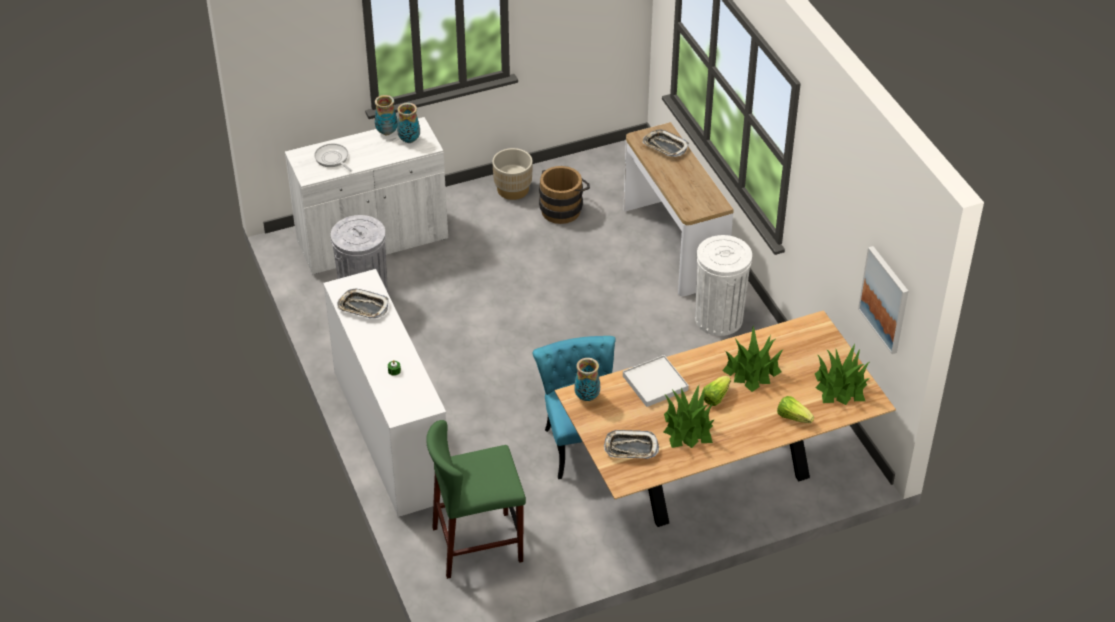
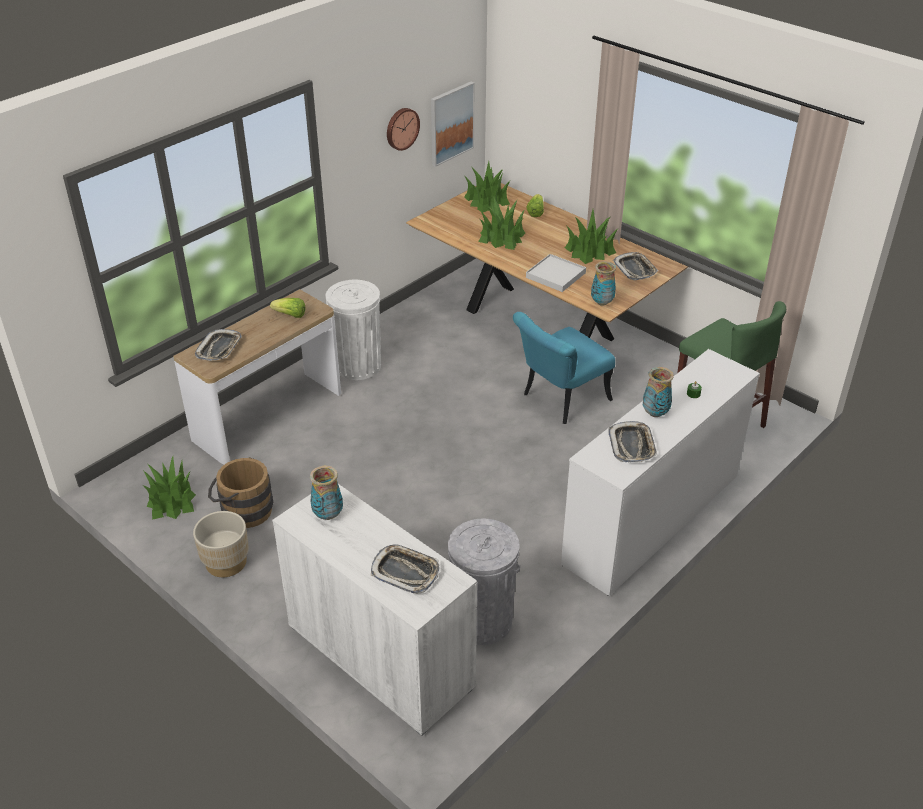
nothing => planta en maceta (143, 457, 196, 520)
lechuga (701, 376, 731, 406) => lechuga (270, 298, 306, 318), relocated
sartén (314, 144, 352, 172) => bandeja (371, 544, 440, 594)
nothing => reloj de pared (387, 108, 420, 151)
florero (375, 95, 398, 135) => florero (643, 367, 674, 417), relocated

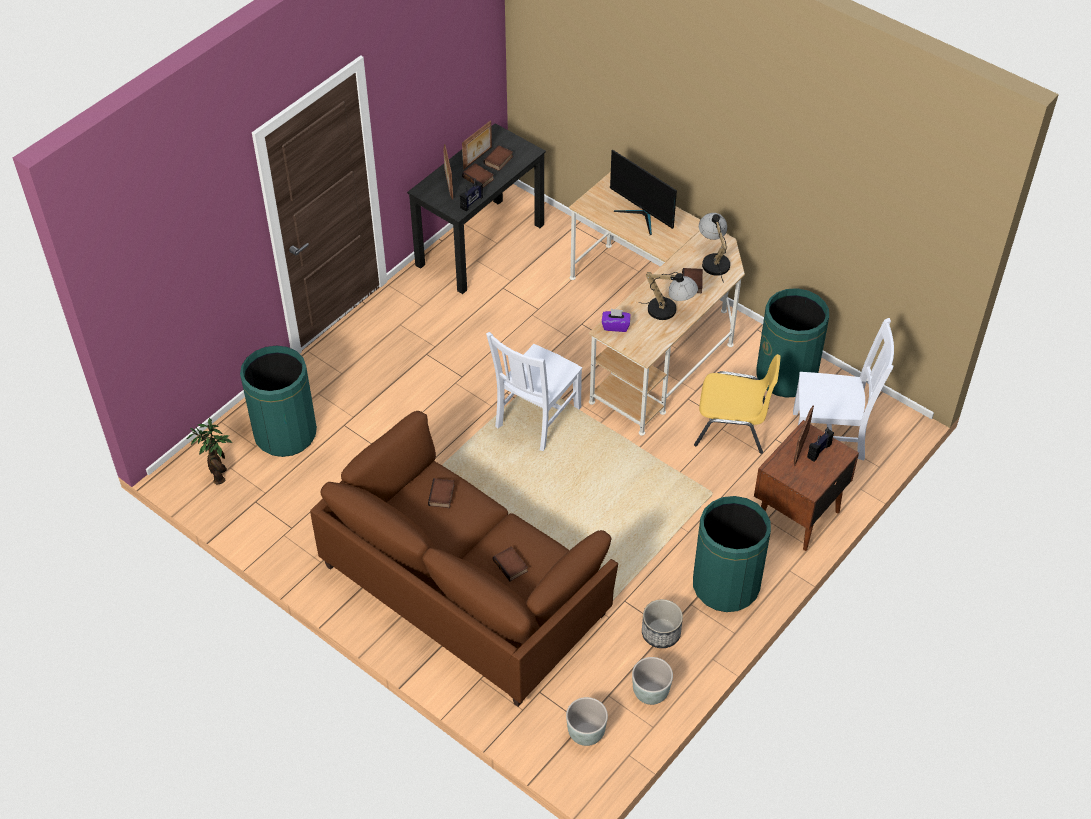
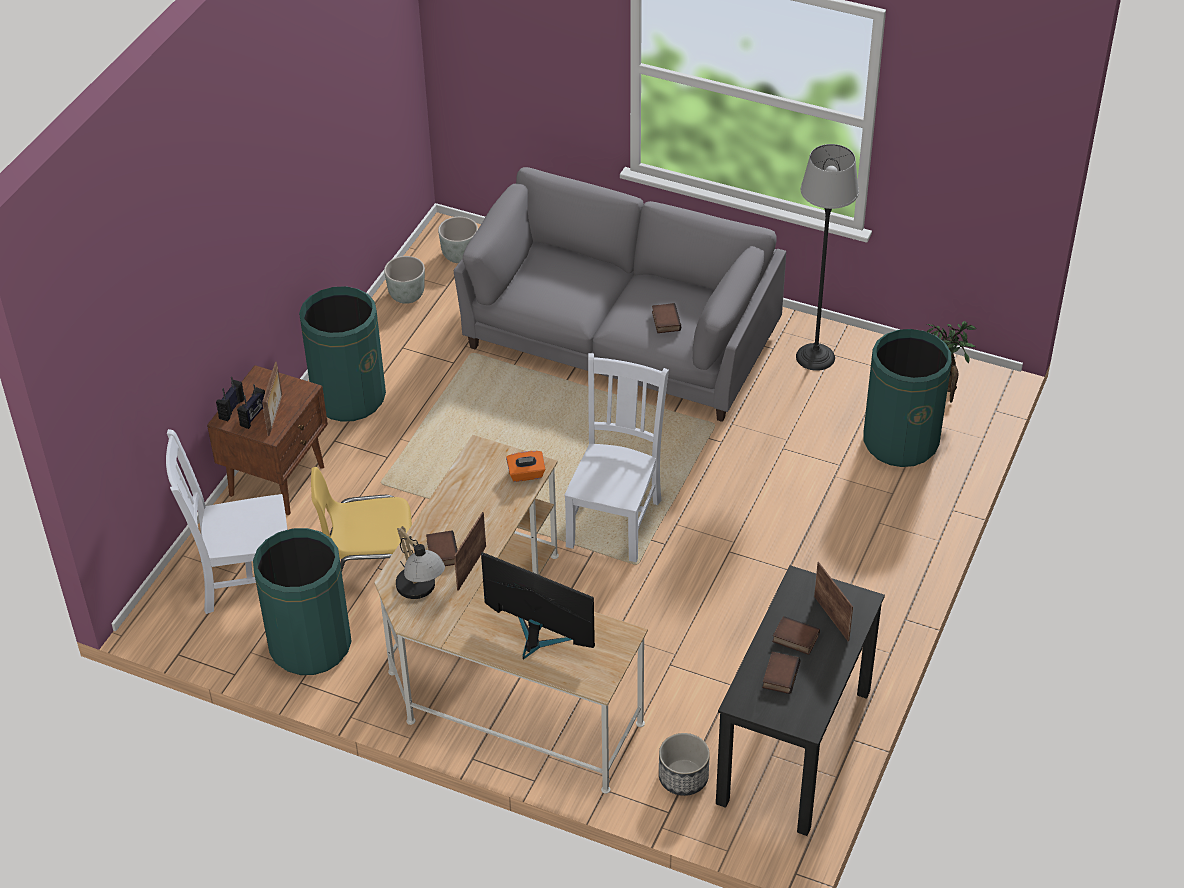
radio (460, 179, 483, 211) => radio (216, 377, 244, 421), relocated
sofá/marrón (310, 411, 618, 707) => sofá/gris (454, 167, 786, 422)
portarretratos (462, 120, 492, 169) => portarretratos (454, 512, 486, 591), relocated
caja de pañuelos/morado (602, 309, 631, 332) => caja de pañuelos/naranja (506, 451, 546, 482)
maceta (642, 599, 683, 648) => maceta (659, 733, 710, 796), relocated
nothing => lámpara de pie (796, 144, 859, 371)
libro (493, 546, 528, 581) => nothing
lámpara de mesa (639, 272, 698, 320) => nothing

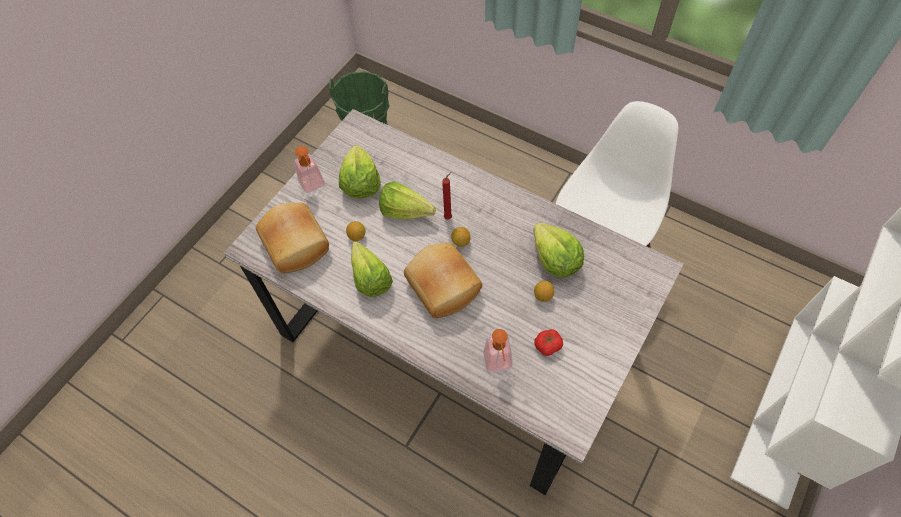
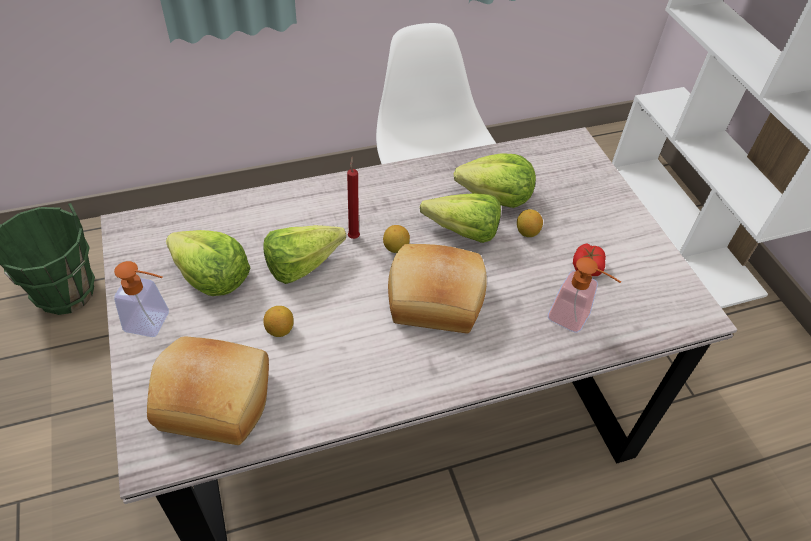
lechuga (351, 241, 393, 297) => lechuga (420, 193, 501, 243), relocated

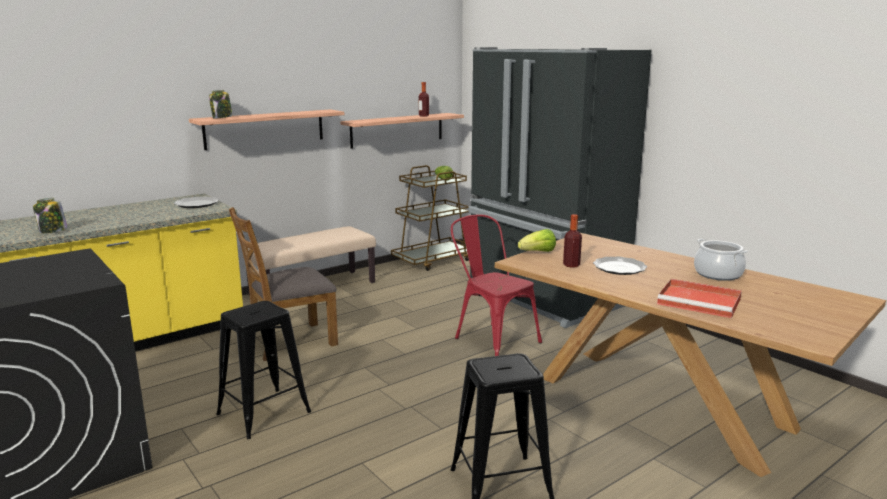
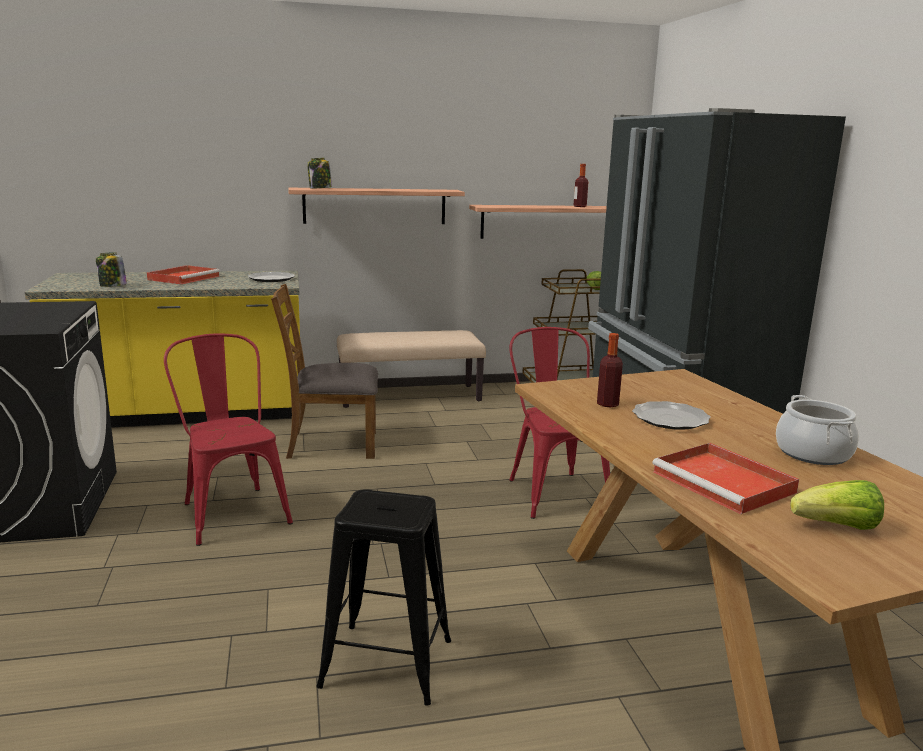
nothing => bandeja/rojo (147, 265, 220, 284)
taburete/negro (216, 301, 311, 439) => silla/rojo (164, 333, 293, 546)
lechuga (518, 229, 556, 252) => lechuga (790, 480, 884, 530), relocated

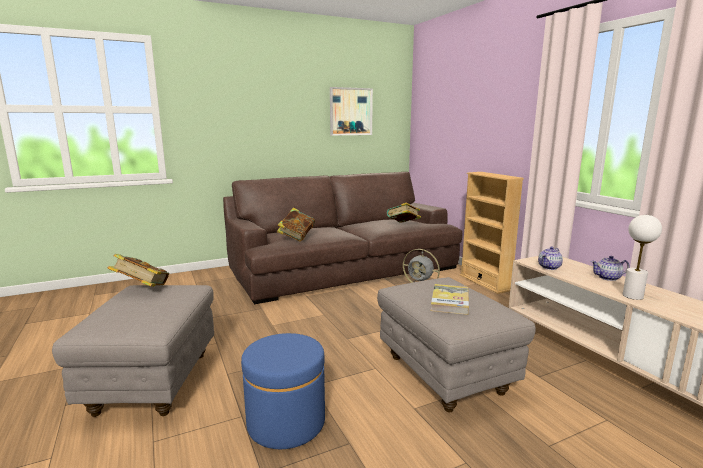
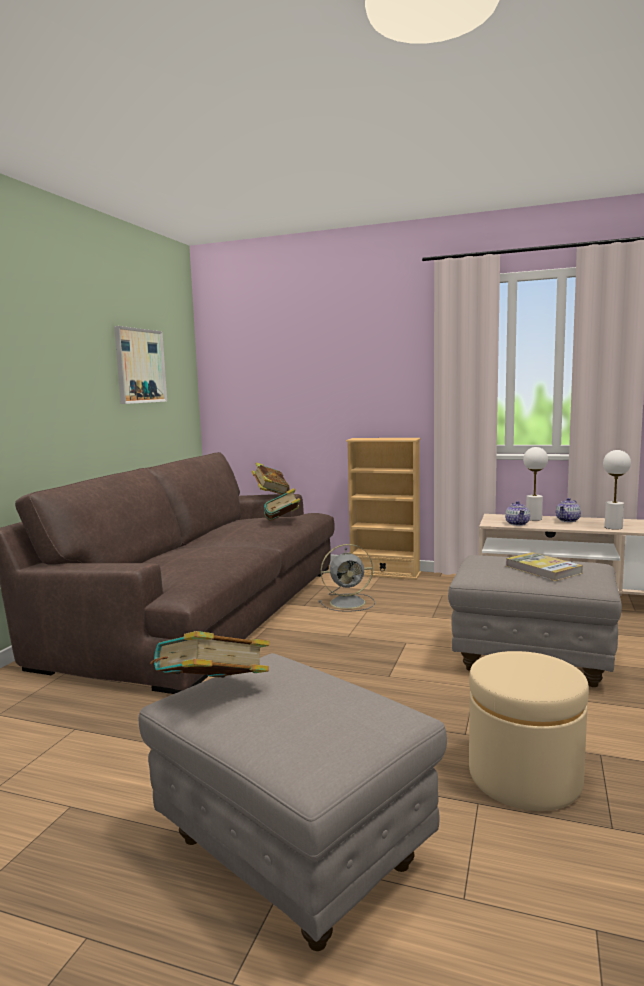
libro (277, 208, 315, 241) => libro (252, 462, 290, 495), relocated
puf/azul (241, 333, 325, 449) => puf/beis (469, 651, 589, 811)
nothing => lámpara de mesa/blanco (523, 447, 548, 521)

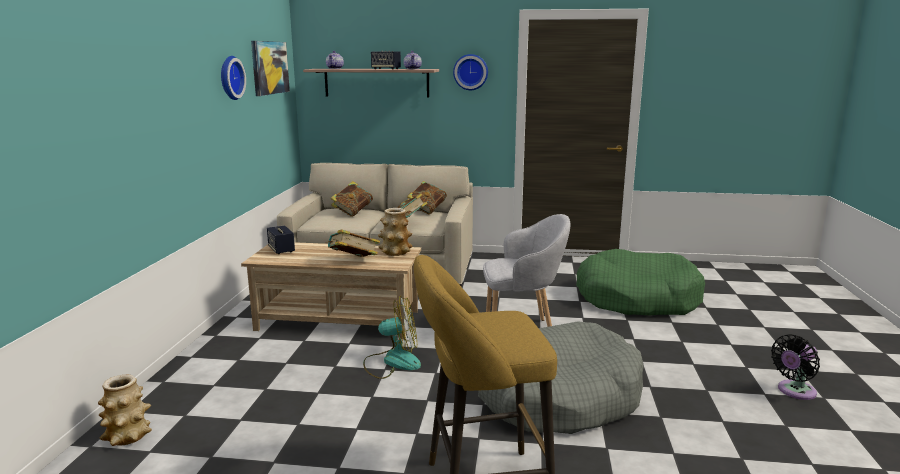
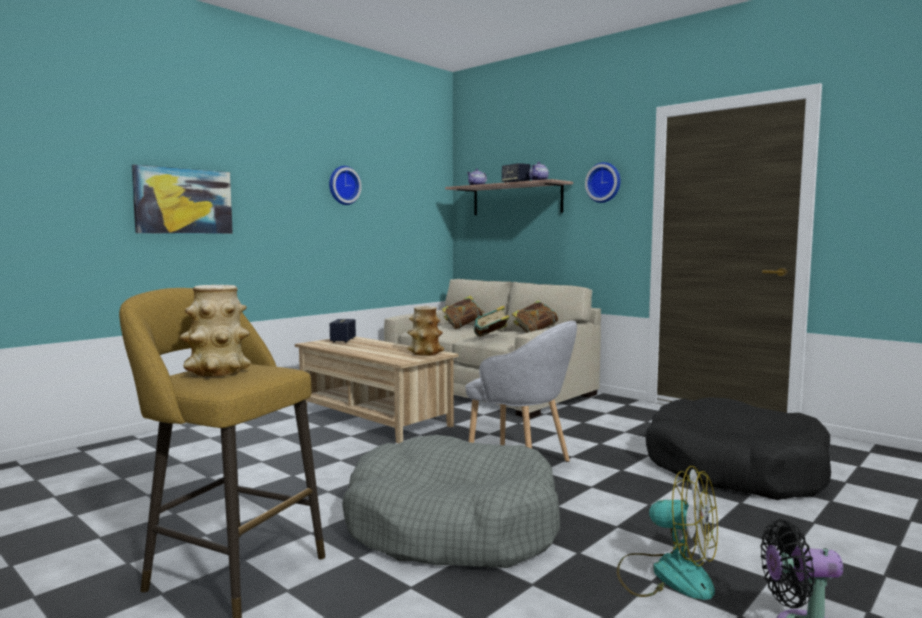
cuadro (251, 41, 290, 96) => cuadro (131, 164, 233, 234), relocated
florero (98, 375, 152, 446) => florero (180, 285, 251, 377), relocated
ventilador (363, 296, 421, 379) => ventilador (617, 466, 718, 600), relocated
cama para perro/verde (576, 249, 705, 316) => cama para perro/negro (645, 397, 831, 500)
libro (325, 229, 380, 257) => nothing

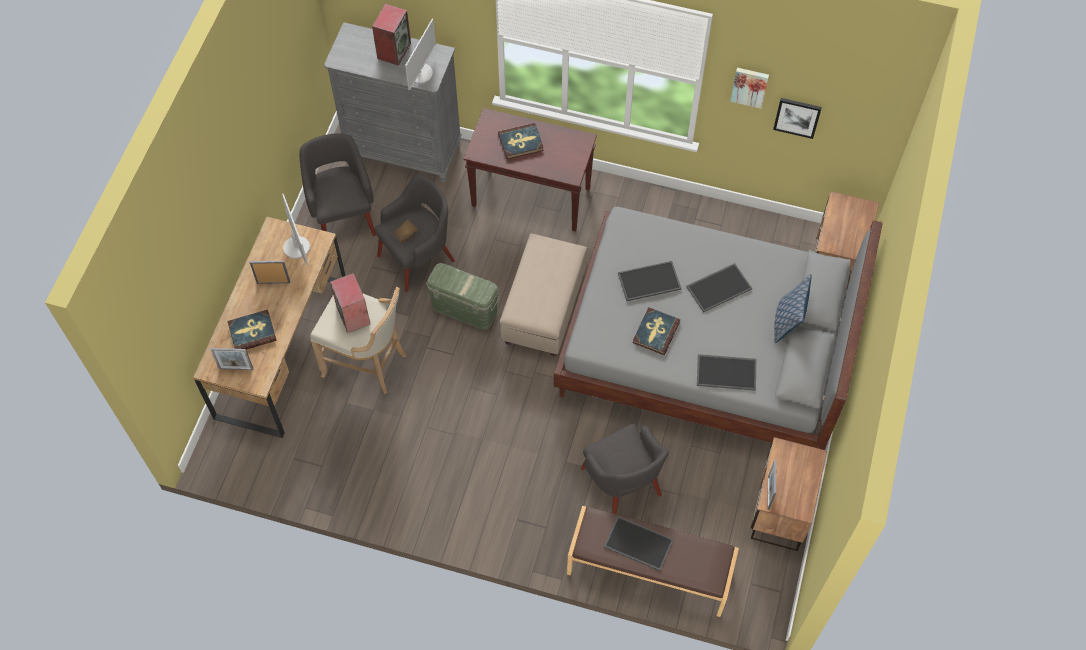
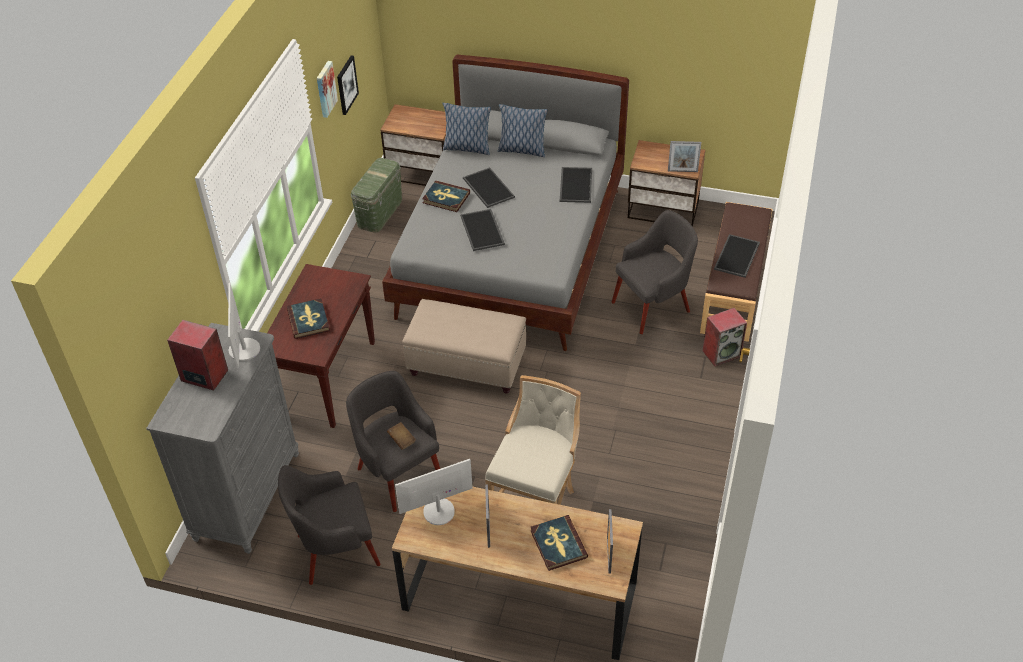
monitor (405, 19, 436, 90) => monitor (228, 283, 260, 369), 120 degrees counterclockwise
caja de almacenaje/verde (426, 263, 500, 330) => caja de almacenaje/verde (350, 158, 402, 233), relocated
libro (633, 307, 680, 355) => libro (422, 181, 470, 212), relocated
nothing => cojín (443, 103, 491, 155)
altavoz (330, 273, 370, 333) => altavoz (703, 308, 747, 367), relocated

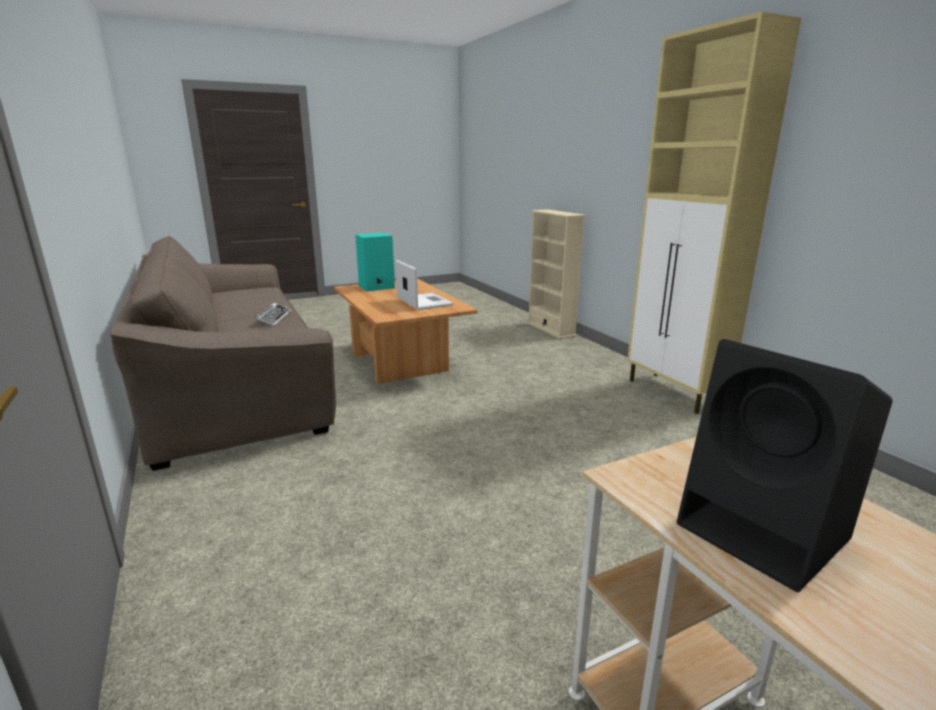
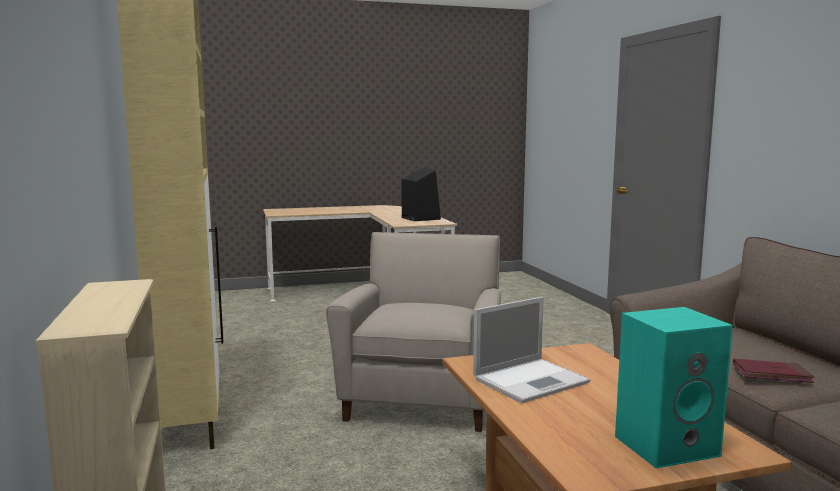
nothing => sillón/beis (326, 232, 501, 432)
portátil (395, 260, 454, 310) => portátil (473, 297, 590, 404), 105 degrees counterclockwise
teclado (254, 303, 292, 326) => libro/rojo (733, 358, 815, 383)

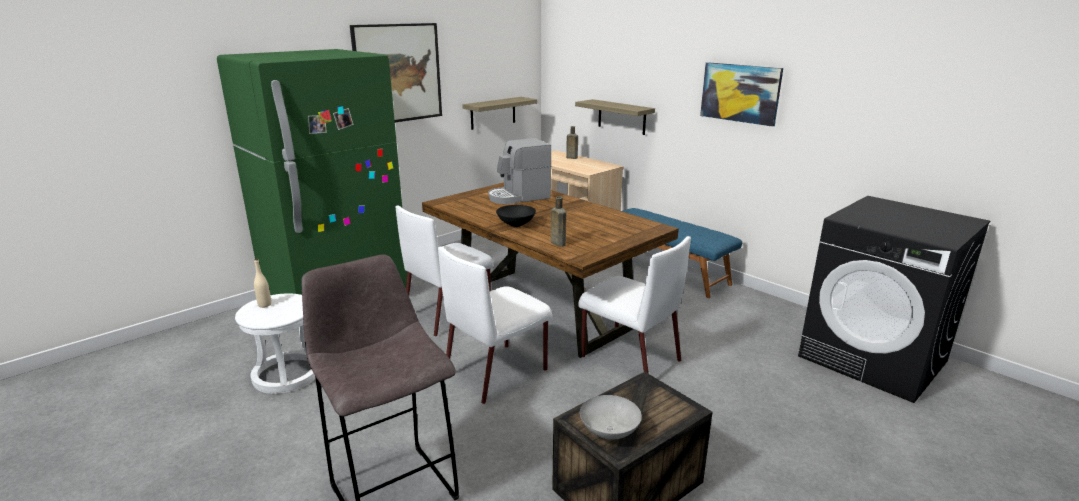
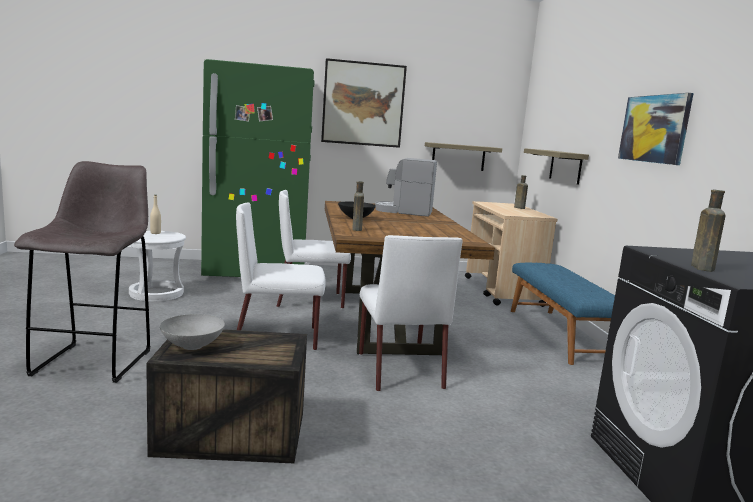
nothing => botella/marrón (691, 190, 726, 272)

